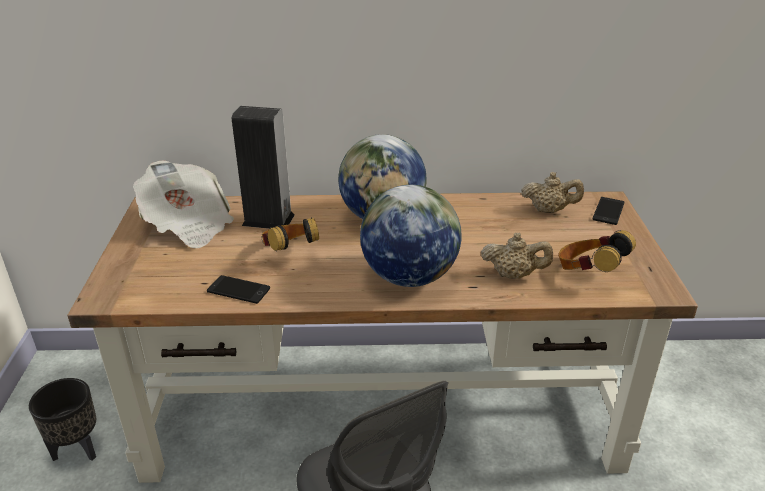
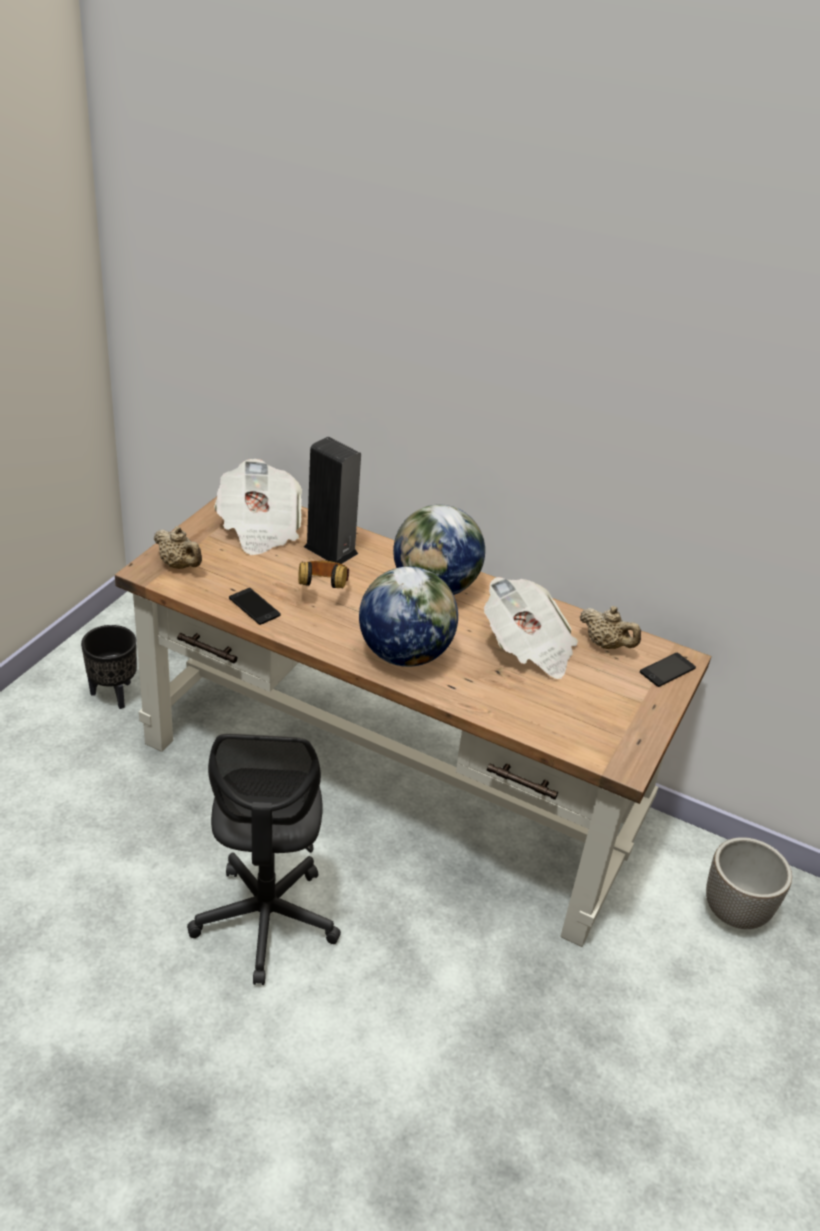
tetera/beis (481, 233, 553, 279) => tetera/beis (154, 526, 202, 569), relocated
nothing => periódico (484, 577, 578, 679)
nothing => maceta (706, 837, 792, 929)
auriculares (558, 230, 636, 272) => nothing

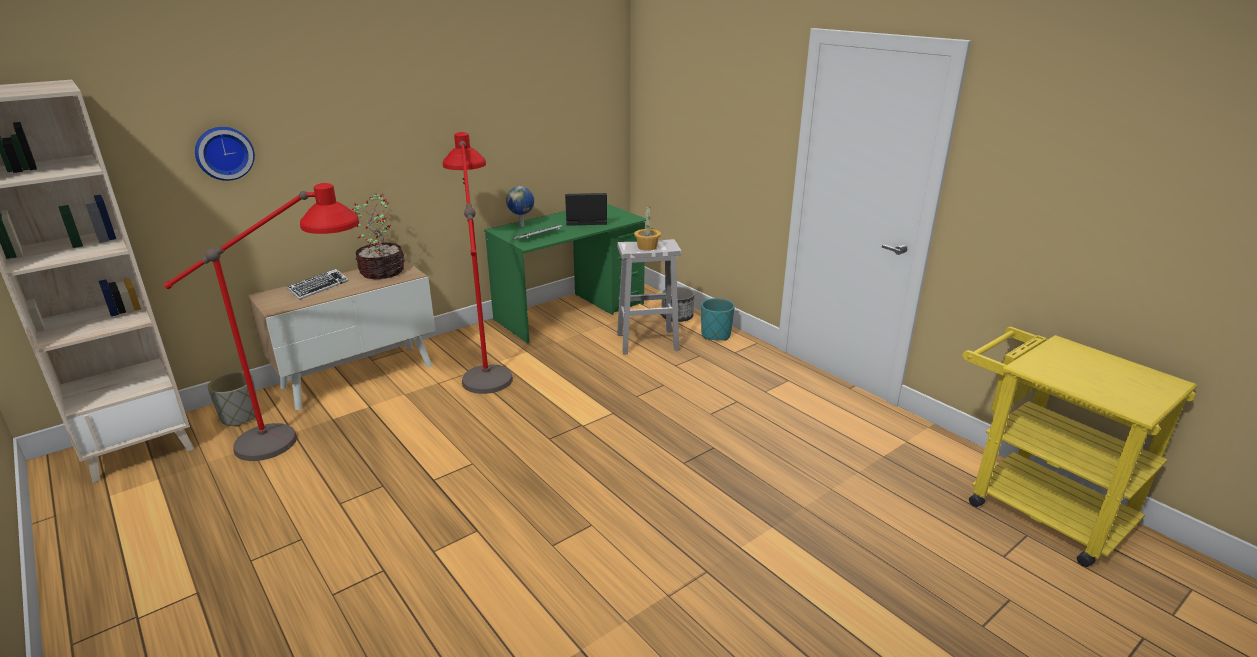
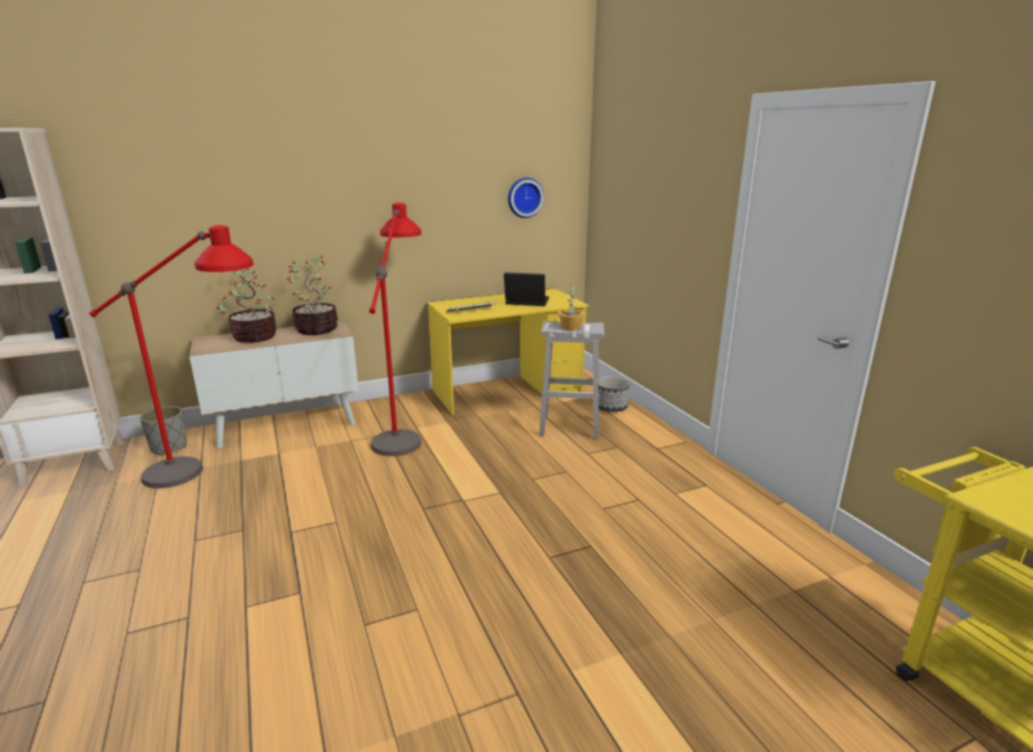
teclado (286, 269, 349, 300) => planta en maceta (216, 268, 276, 343)
escritorio/verde (484, 204, 646, 344) => escritorio/amarillo (427, 289, 589, 415)
reloj de pared (195, 127, 255, 181) => reloj de pared (508, 178, 544, 218), relocated
globo terráqueo (506, 186, 534, 227) => nothing
maceta/turquesa (701, 298, 735, 341) => nothing

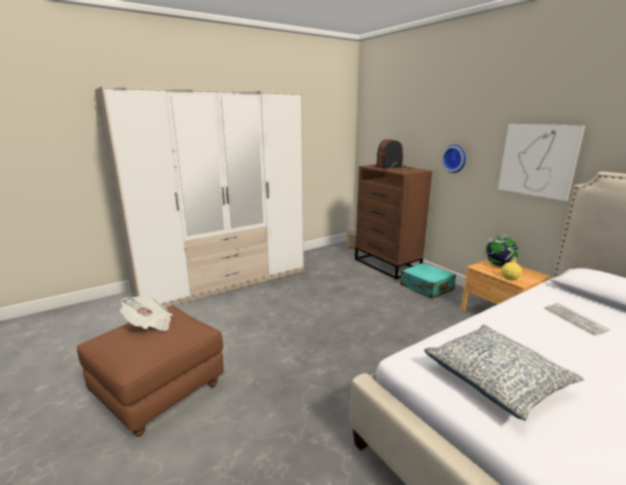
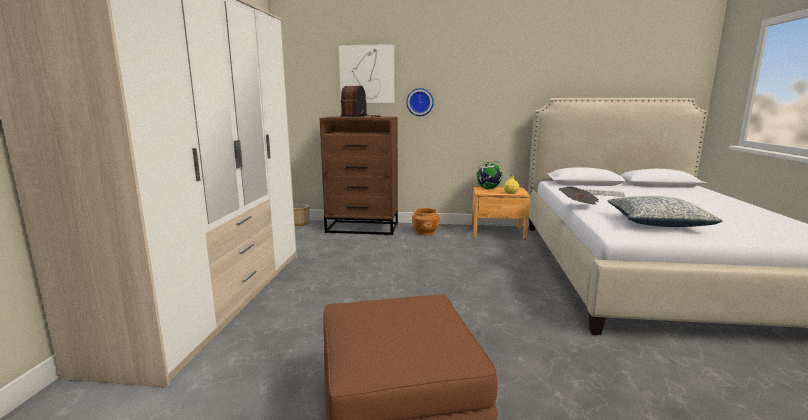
cuadro (498, 124, 585, 201) => cuadro (339, 44, 395, 103), relocated
maleta/turquesa (401, 263, 456, 299) => maceta/marrón (412, 208, 440, 236)
periódico (120, 296, 172, 331) => periódico (559, 187, 599, 204), relocated

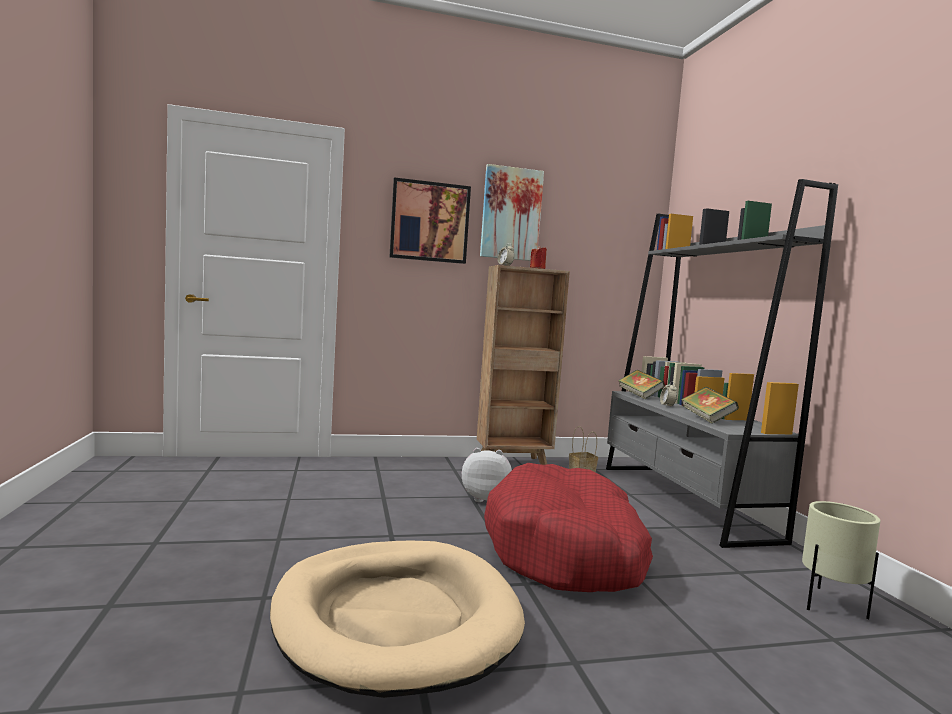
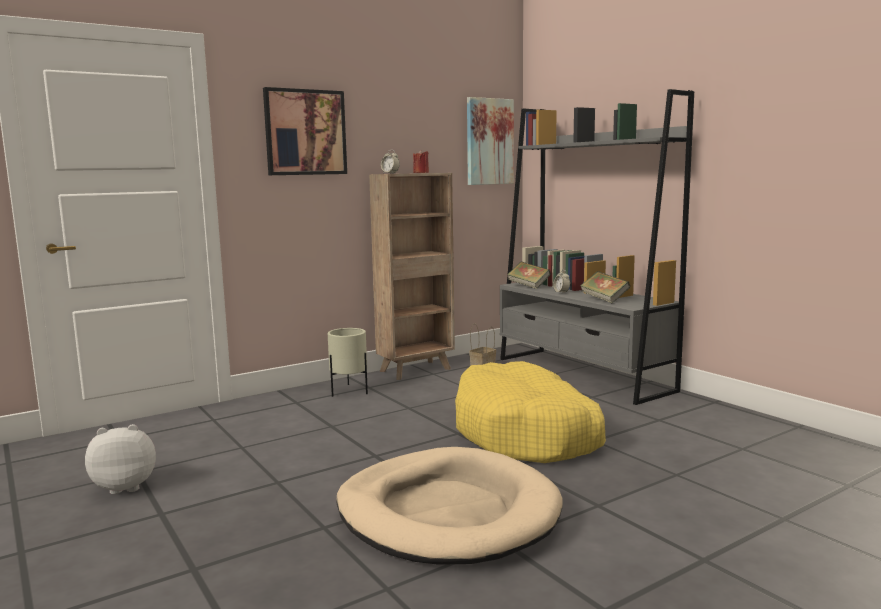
peluche (462, 448, 512, 502) => peluche (85, 424, 156, 494), relocated
maceta/beis (802, 501, 880, 619) => maceta/beis (328, 328, 368, 397), relocated
cama para perro/rojo (484, 463, 653, 592) => cama para perro/amarillo (455, 361, 606, 463)
cuadro (480, 164, 544, 261) => cuadro (467, 97, 514, 185), relocated

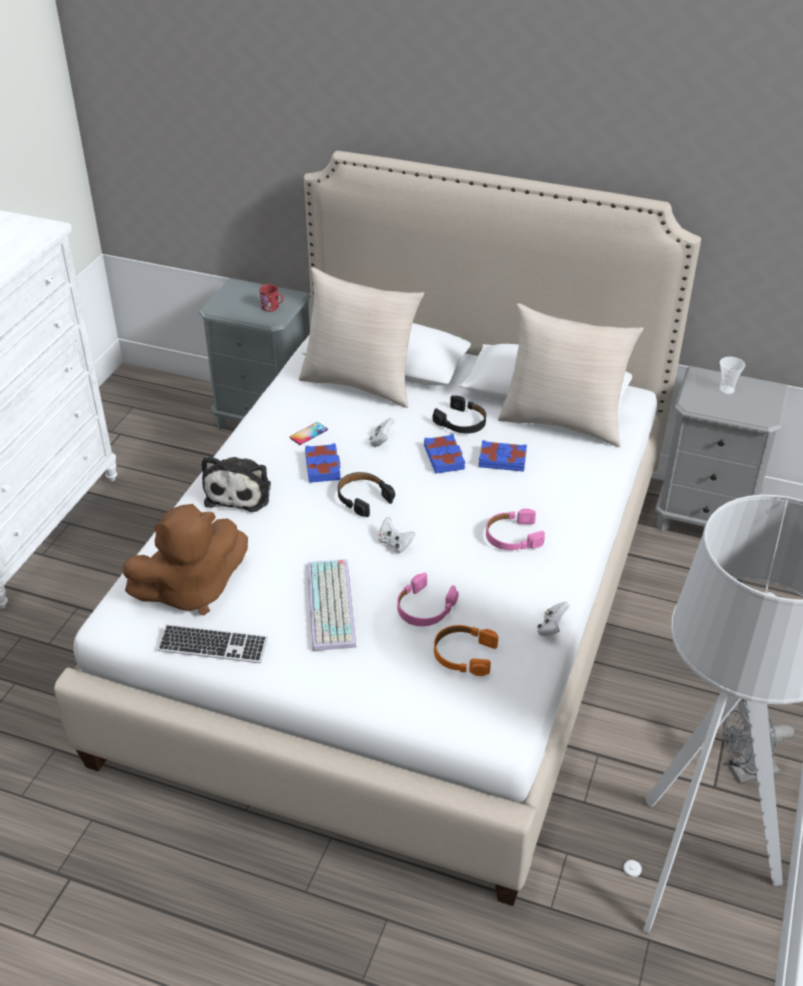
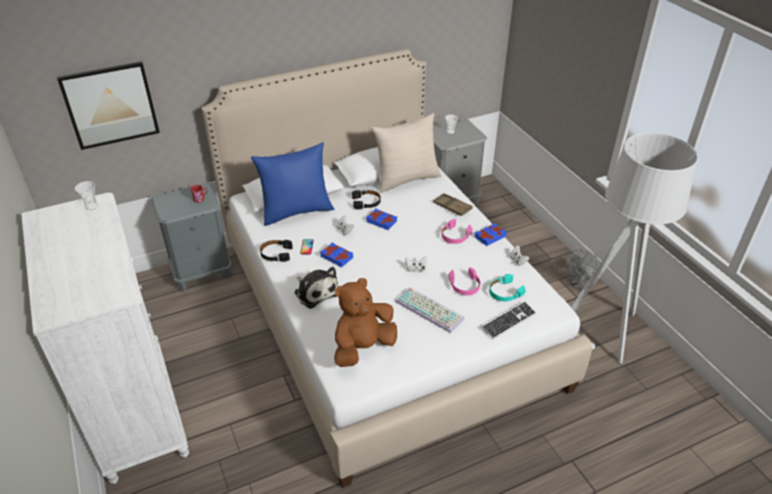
nothing => cuadro (57, 62, 160, 150)
nothing => taza (75, 181, 98, 210)
cojín/beis (299, 267, 424, 408) => cojín/azul (251, 142, 335, 226)
auriculares/negro (338, 472, 395, 517) => auriculares/negro (260, 240, 293, 262), relocated
peluche/marrón (123, 504, 248, 615) => peluche/marrón (334, 278, 397, 367), 150 degrees counterclockwise
nothing => bandeja/marrón (433, 193, 473, 216)
libro/azul (479, 440, 527, 472) => libro/azul (475, 223, 507, 246), relocated
teclado (158, 624, 268, 663) => teclado (482, 301, 536, 339), relocated
auriculares/naranja (434, 625, 498, 676) => auriculares/turquesa (489, 274, 526, 301)

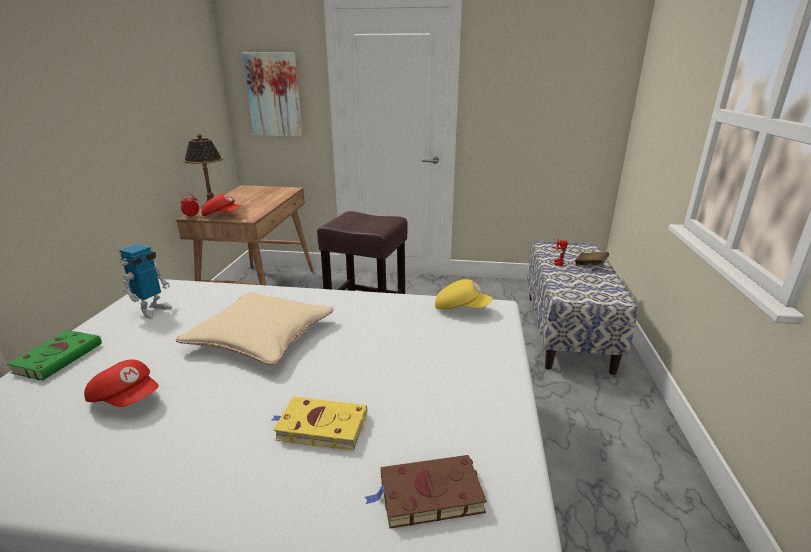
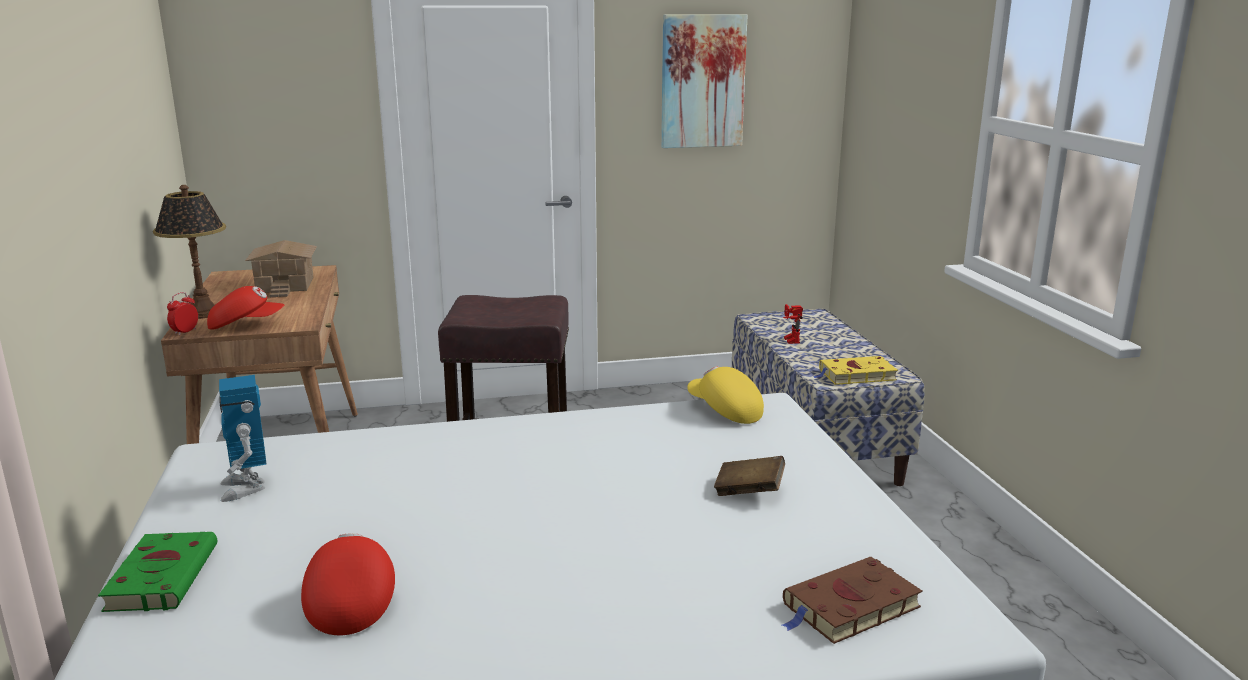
robot de juguete (119, 244, 172, 319) => robot de juguete (219, 375, 266, 502), 150 degrees clockwise
nothing => casita (245, 240, 317, 297)
gorra/rojo (84, 360, 159, 407) => gorra/rojo (301, 533, 395, 635), 105 degrees counterclockwise
cuadro (243, 52, 302, 137) => cuadro (661, 14, 748, 148), relocated
gorra/amarillo (435, 279, 493, 310) => gorra/amarillo (687, 366, 764, 424), 135 degrees counterclockwise
libro/marrón (575, 252, 609, 265) => libro/marrón (714, 456, 785, 496), relocated
libro/amarillo (272, 397, 367, 451) => libro/amarillo (813, 356, 898, 385), relocated
cojín/beis (176, 292, 334, 365) => nothing

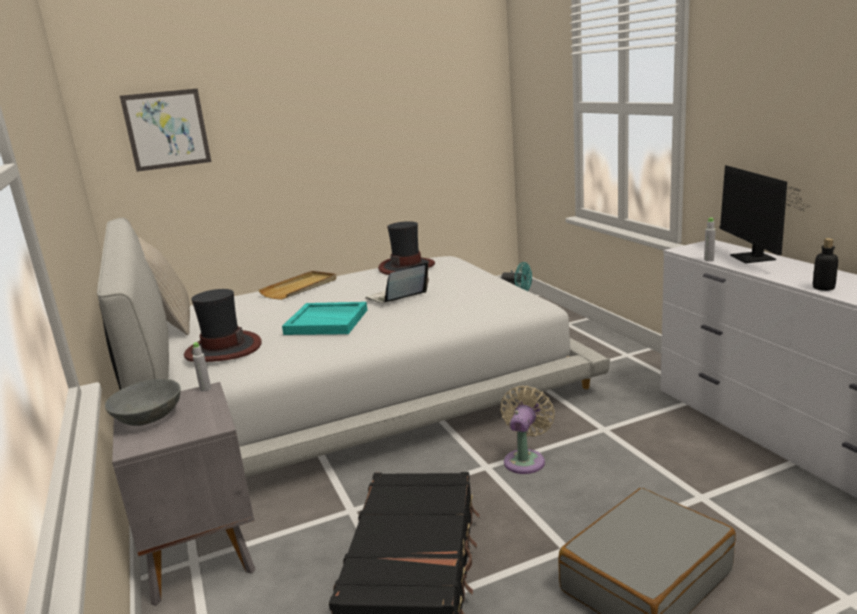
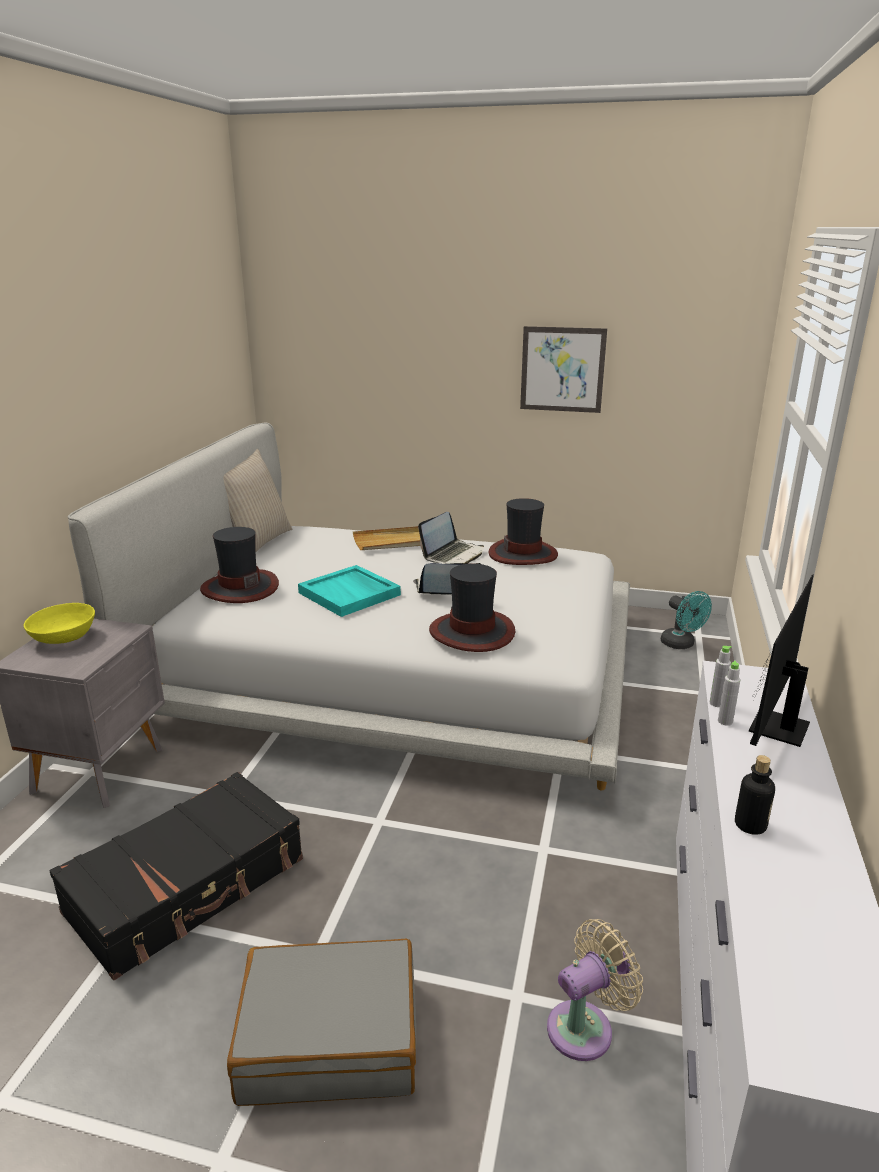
cuenco/gris (105, 379, 181, 426) => cuenco/amarillo (24, 603, 95, 644)
nothing => portátil (418, 512, 484, 564)
nothing => sombrero (429, 564, 515, 652)
cuadro (120, 88, 211, 172) => cuadro (520, 326, 607, 413), relocated
ventilador/beis (501, 386, 555, 474) => ventilador/beis (547, 919, 643, 1061), relocated
botella/gris (193, 342, 211, 392) => botella/gris (718, 661, 740, 726), relocated

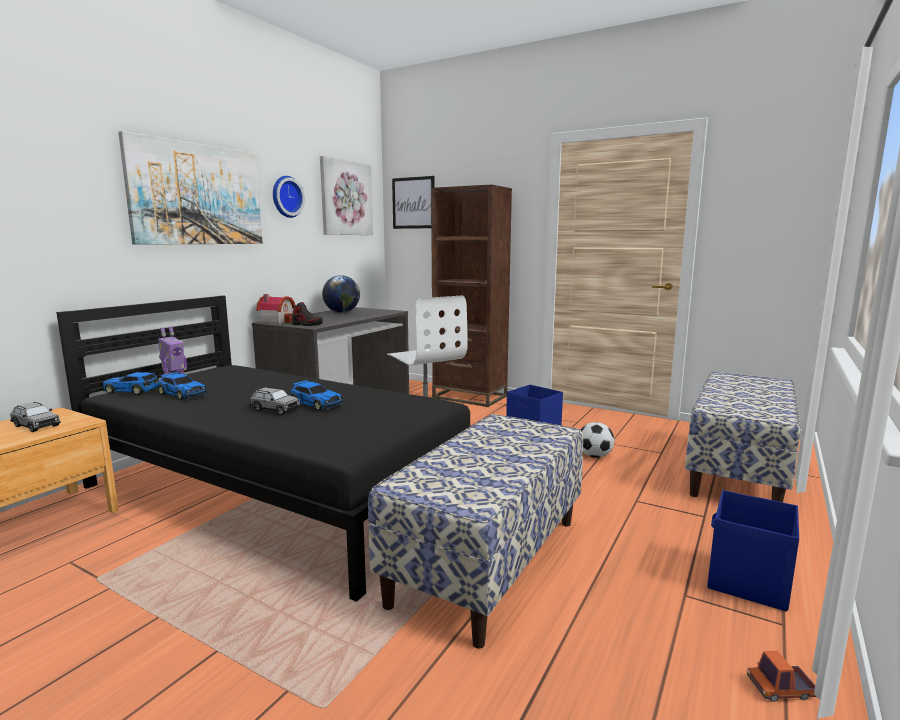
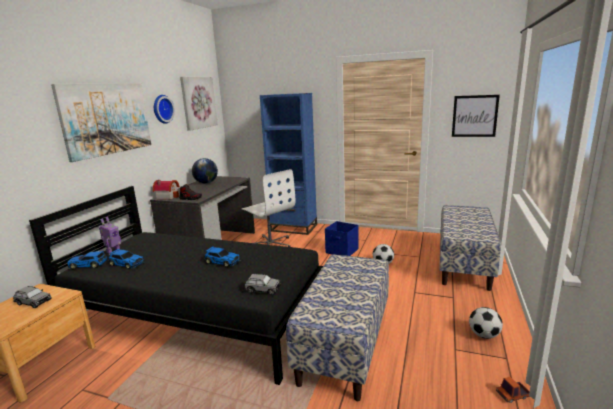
coche de juguete/gris (249, 387, 301, 415) => coche de juguete/gris (244, 273, 281, 295), relocated
estantería/marrón (431, 185, 512, 407) => estantería/azul (260, 93, 317, 235)
cuadro (392, 176, 434, 229) => cuadro (452, 95, 500, 137), relocated
caja de almacenaje/azul (707, 490, 799, 611) => balón de fútbol (469, 307, 503, 339)

